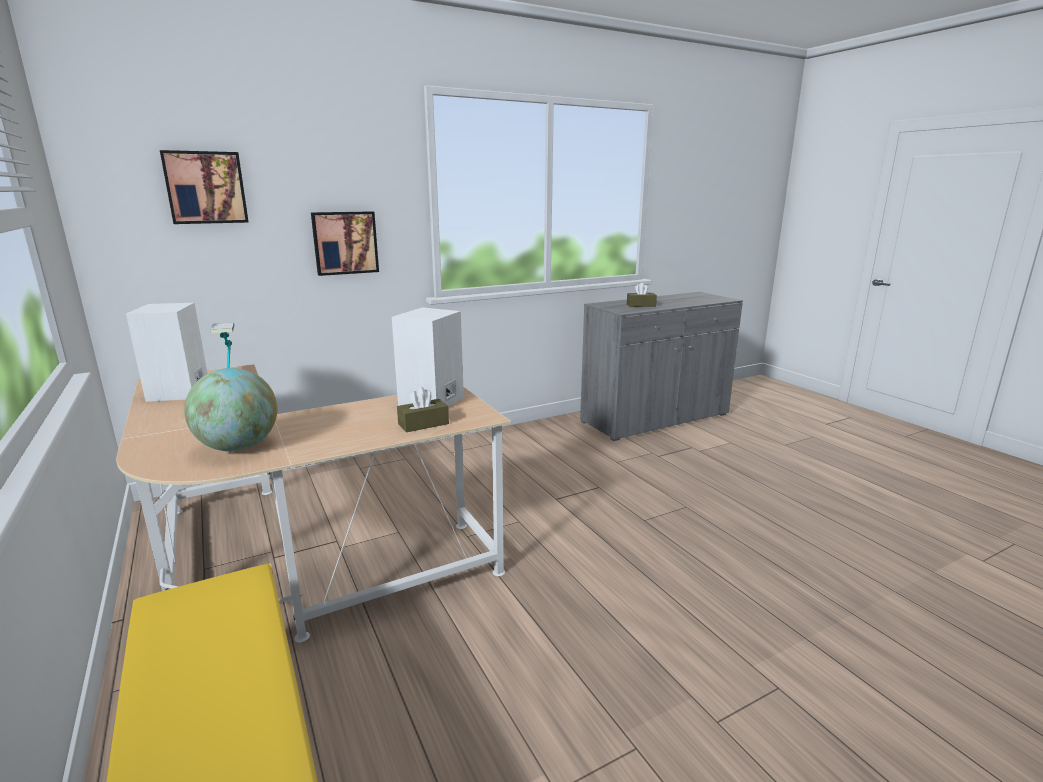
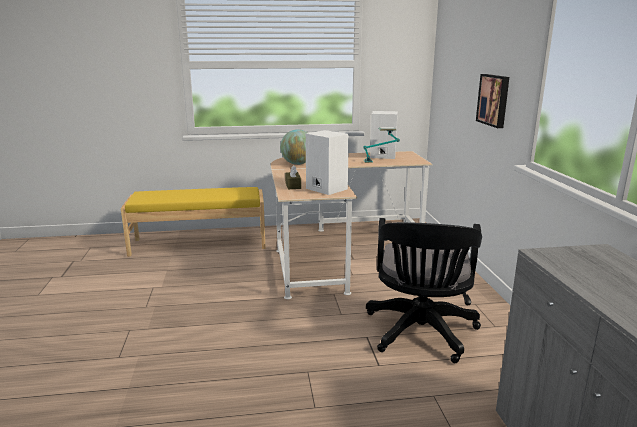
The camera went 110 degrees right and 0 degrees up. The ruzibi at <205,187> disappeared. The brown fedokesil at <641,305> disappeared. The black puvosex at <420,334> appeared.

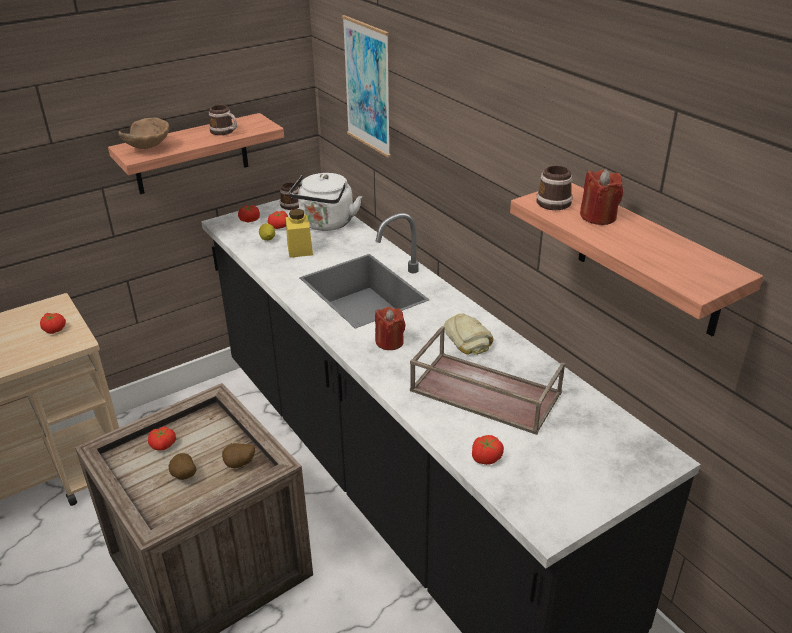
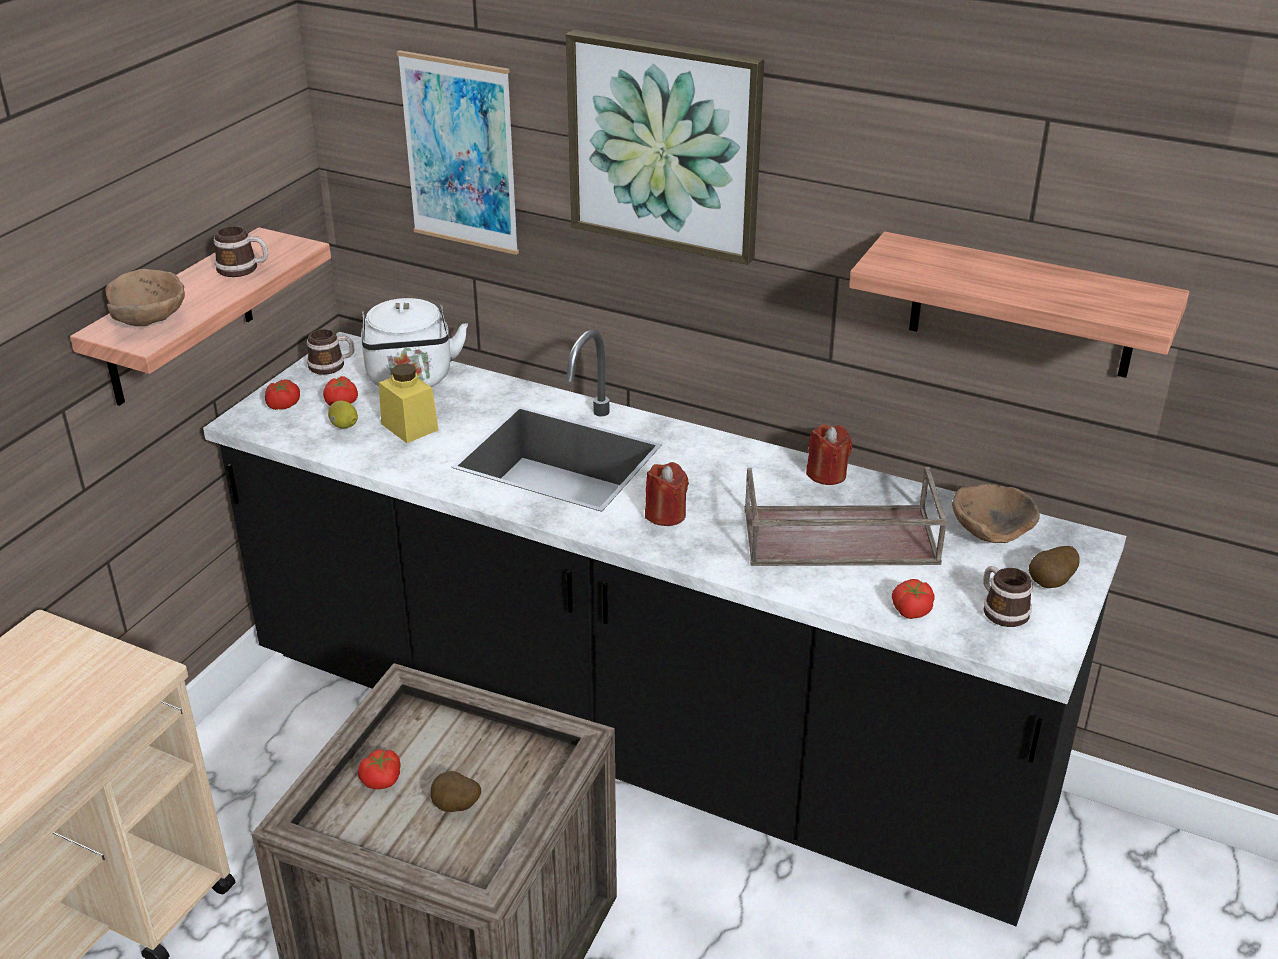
The camera went 30 degrees left and 0 degrees up. The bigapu at <55,329> disappeared. The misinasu moved from <239,465> to <1051,583>. The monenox at <468,339> disappeared. The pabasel moved from <552,200> to <1001,609>. The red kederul moved from <598,217> to <826,474>. The ruzibi at <665,145> appeared. The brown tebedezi at <990,534> appeared.

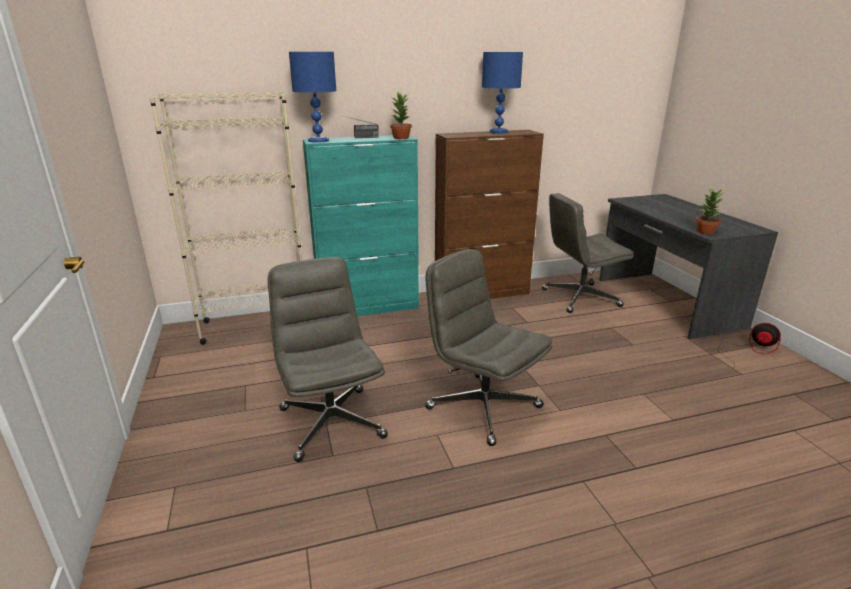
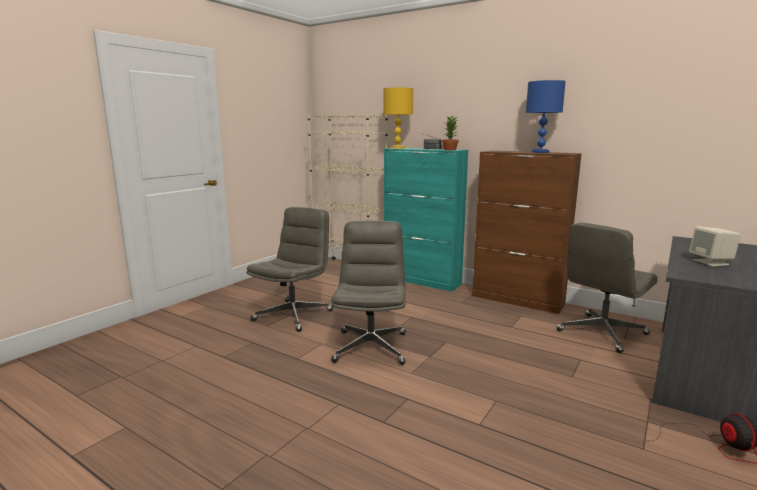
The camera went 50 degrees right and 10 degrees down. The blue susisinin at <319,141> became the yellow susisinin at <397,148>. The grey puvosex at <579,298> turned 75 degrees counterclockwise. The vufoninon at <705,232> disappeared. The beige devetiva at <711,262> appeared.

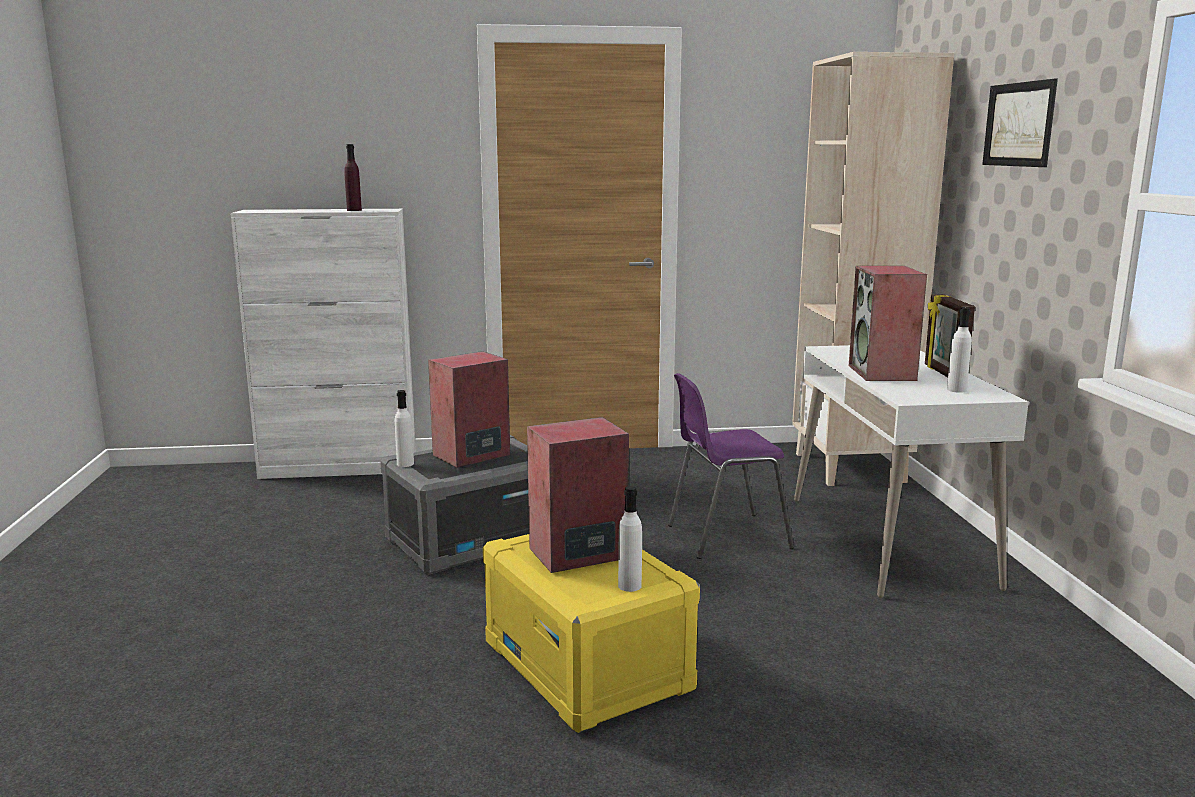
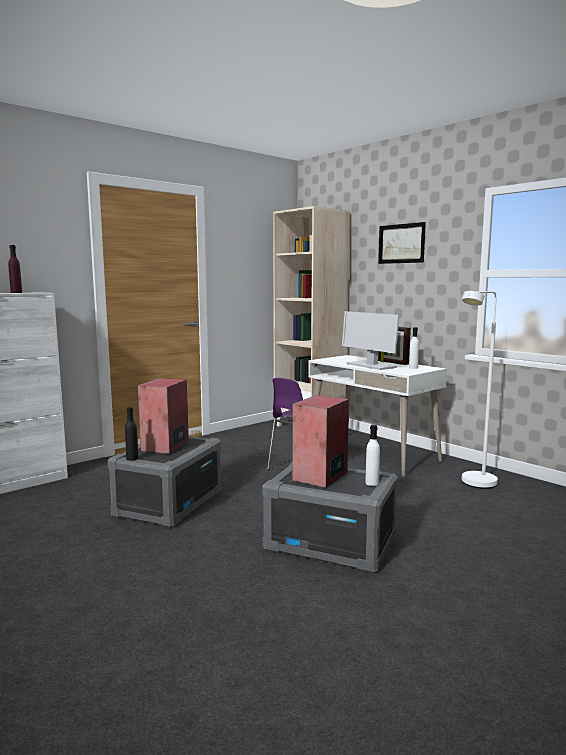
The camera went 35 degrees left and 5 degrees down. The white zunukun at <405,464> became the black zunukun at <132,458>. The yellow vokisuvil at <588,666> became the grey vokisuvil at <331,543>. The devetiva at <883,373> was replaced by the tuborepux at <370,365>. The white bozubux at <474,485> appeared.

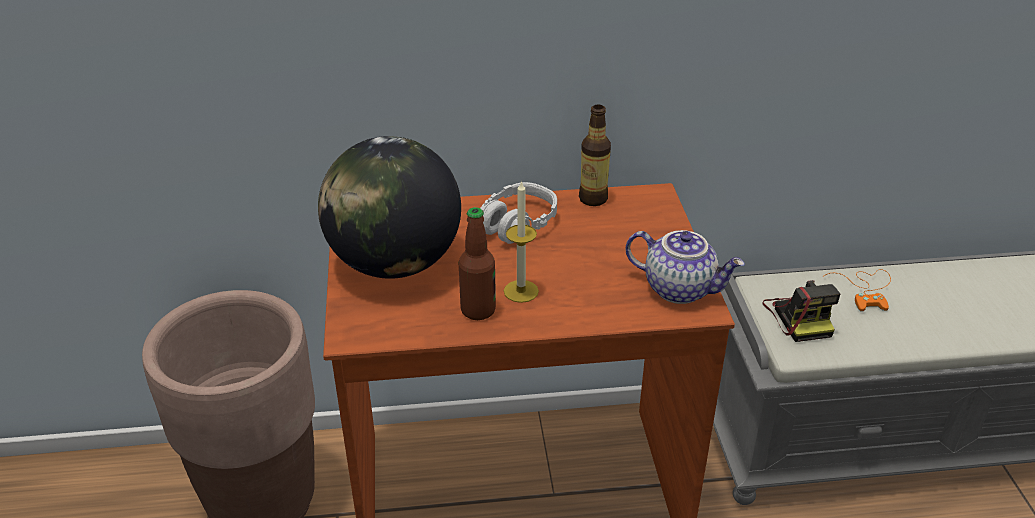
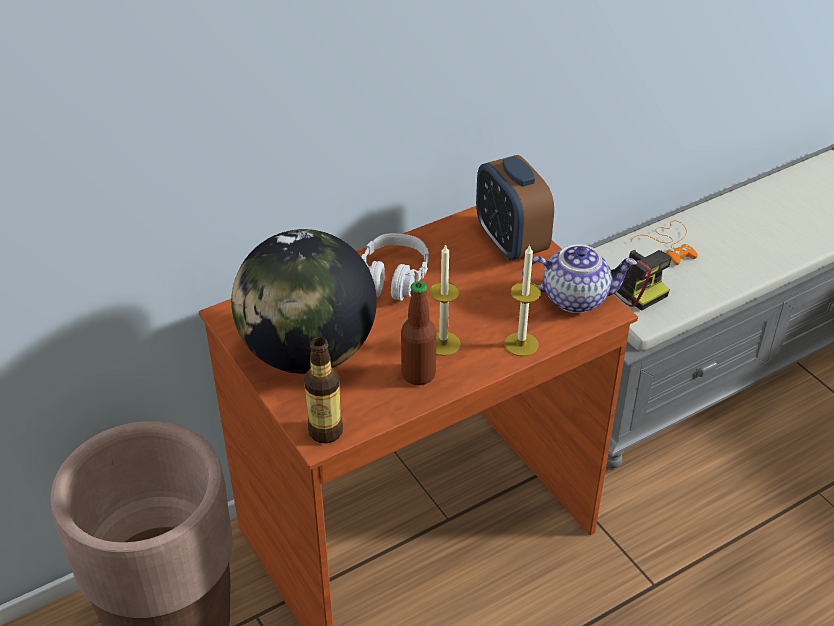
The camera went 25 degrees left and 5 degrees up. The zunukun moved from <593,199> to <325,431>. The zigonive at <511,242> appeared. The kederul at <521,344> appeared.

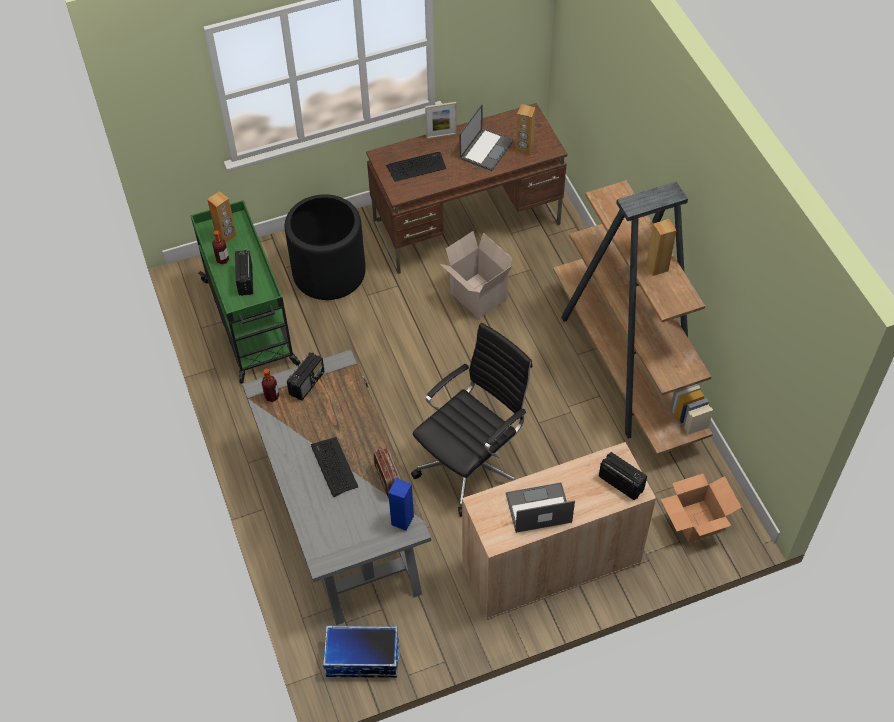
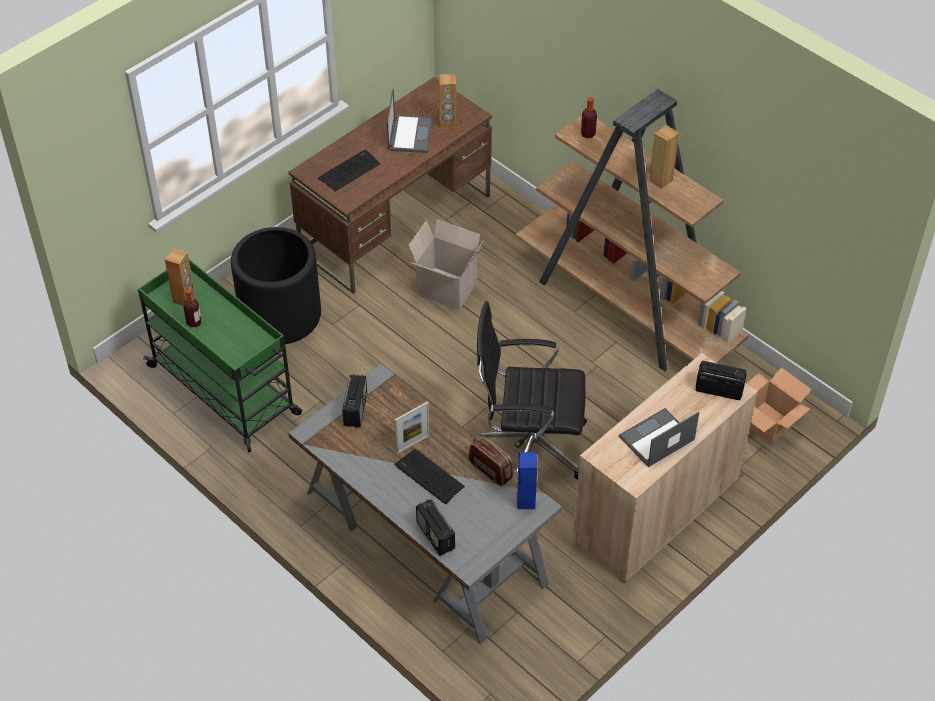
The camera went 25 degrees left and 5 degrees down. The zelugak moved from <245,281> to <435,536>. The zunukun moved from <272,396> to <588,134>. The vokisuvil at <362,659> disappeared. The black puvosex at <471,464> turned 105 degrees counterclockwise. The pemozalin moved from <441,135> to <413,444>.

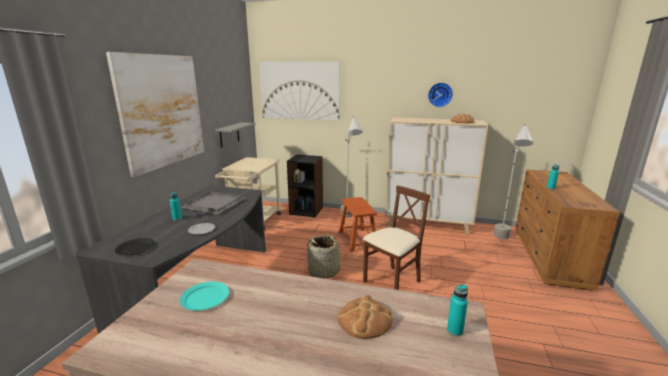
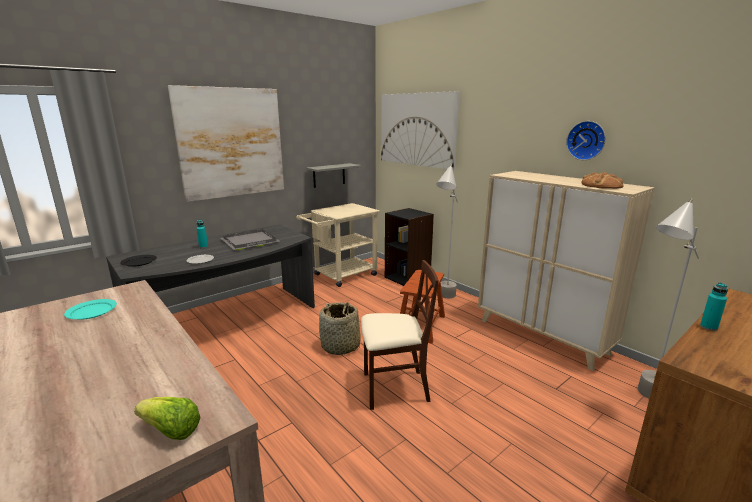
The camera went 35 degrees right and 0 degrees up. The monenox at <364,319> disappeared. The turquoise zunukun at <454,330> was replaced by the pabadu at <170,431>.

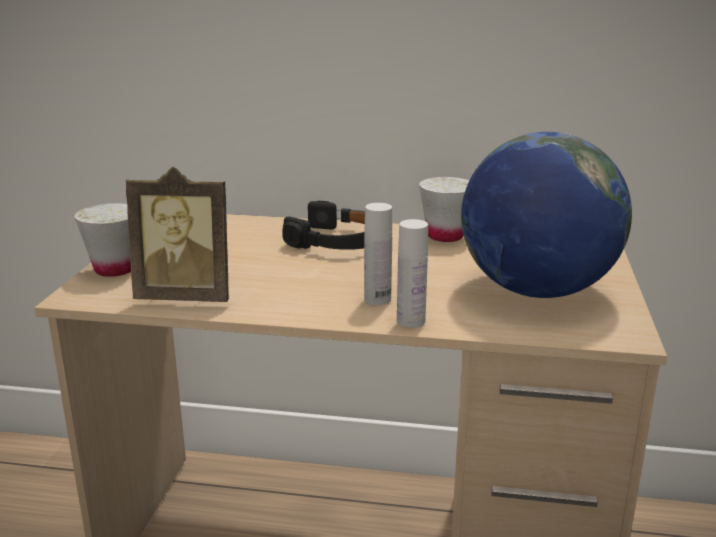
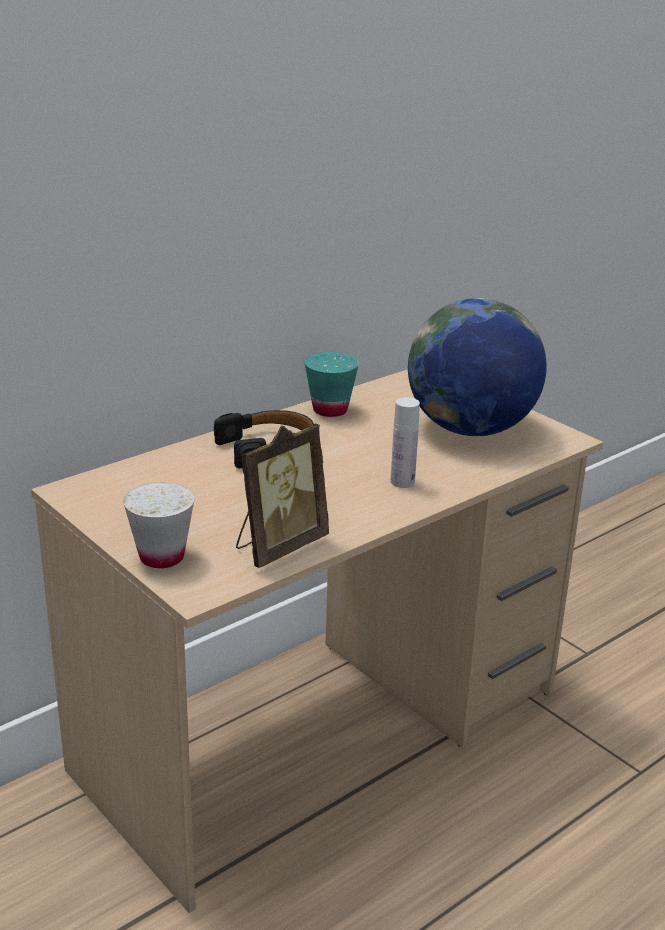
The camera went 50 degrees left and 5 degrees up. The white zunukun at <410,321> disappeared. The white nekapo at <445,236> became the turquoise nekapo at <330,410>.

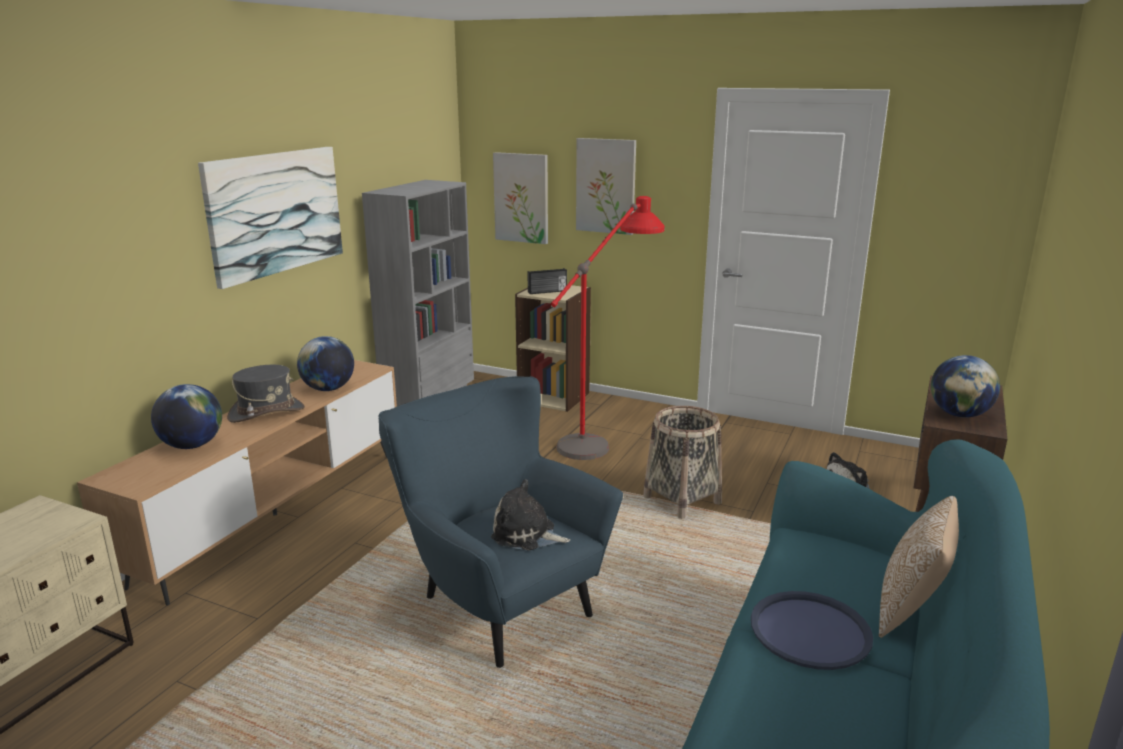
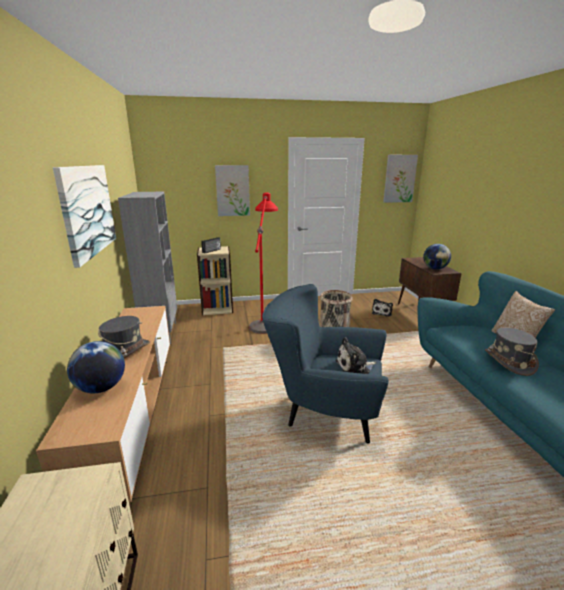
The camera went 35 degrees left and 0 degrees up. The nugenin at <328,389> disappeared. The ruzibi moved from <521,198> to <399,178>. The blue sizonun at <810,631> was replaced by the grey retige at <509,362>.

